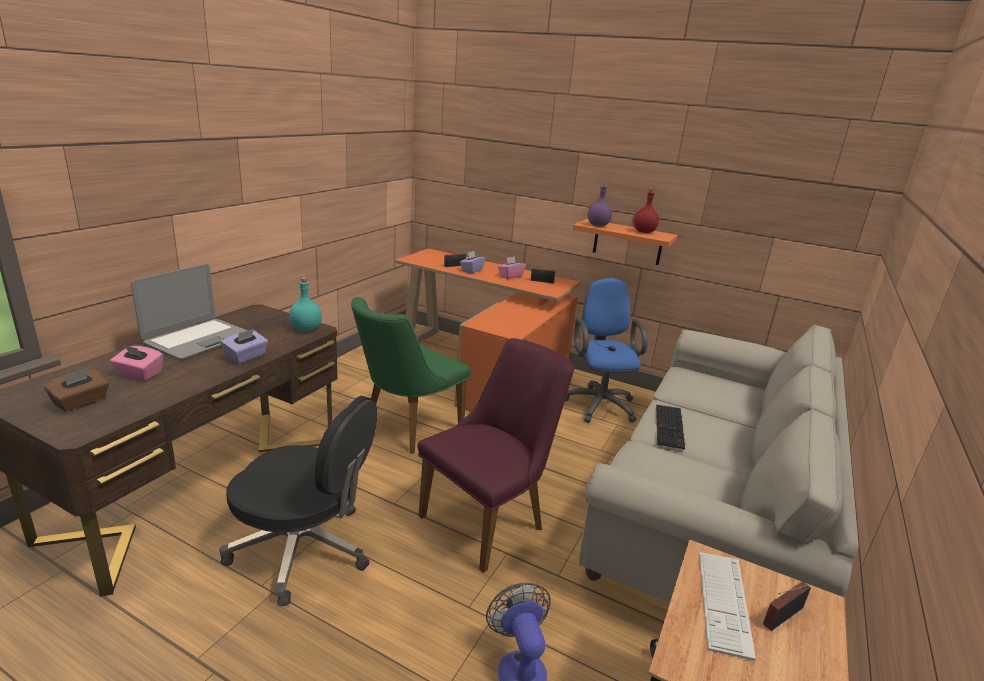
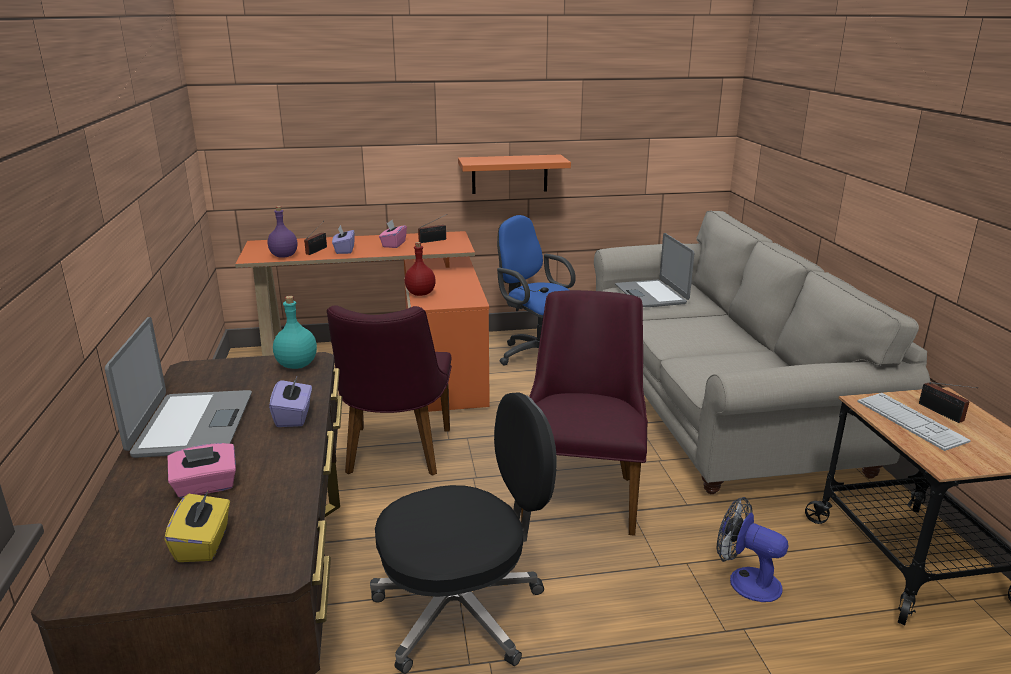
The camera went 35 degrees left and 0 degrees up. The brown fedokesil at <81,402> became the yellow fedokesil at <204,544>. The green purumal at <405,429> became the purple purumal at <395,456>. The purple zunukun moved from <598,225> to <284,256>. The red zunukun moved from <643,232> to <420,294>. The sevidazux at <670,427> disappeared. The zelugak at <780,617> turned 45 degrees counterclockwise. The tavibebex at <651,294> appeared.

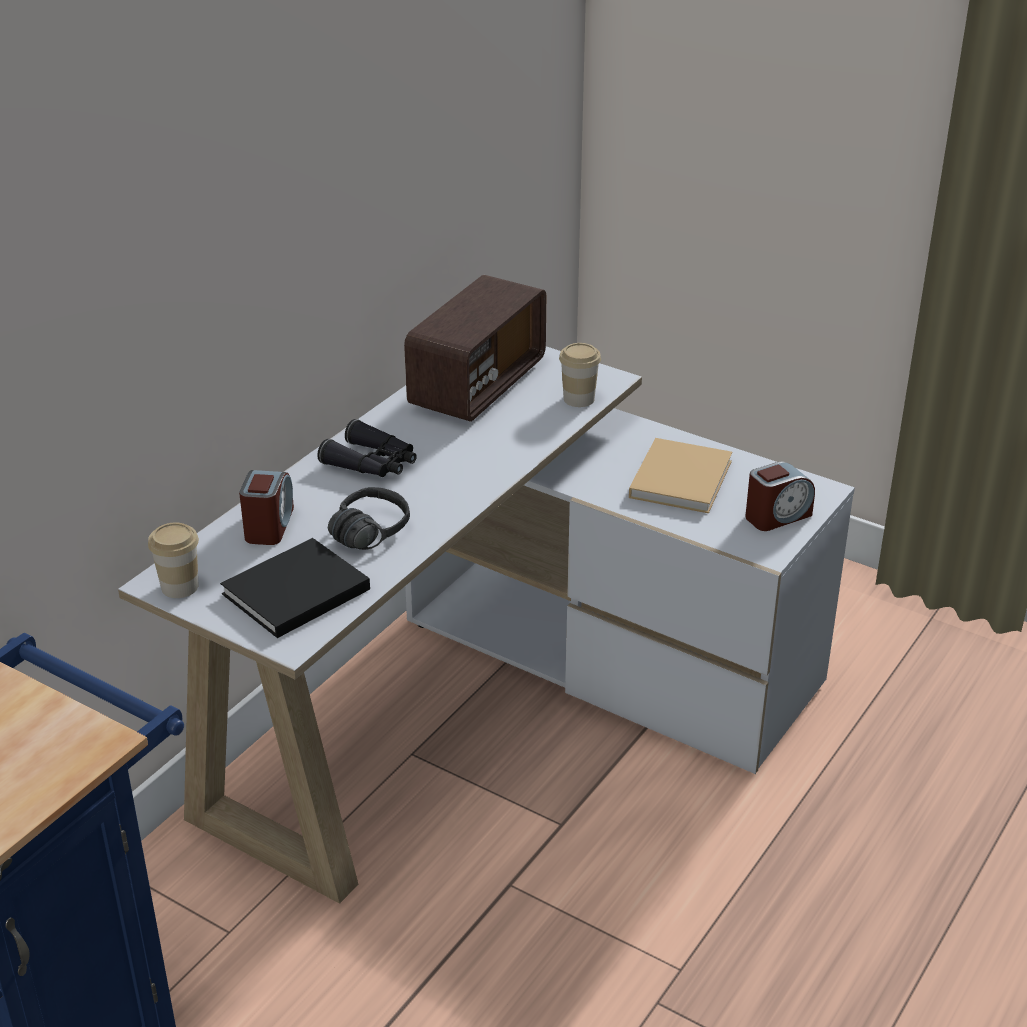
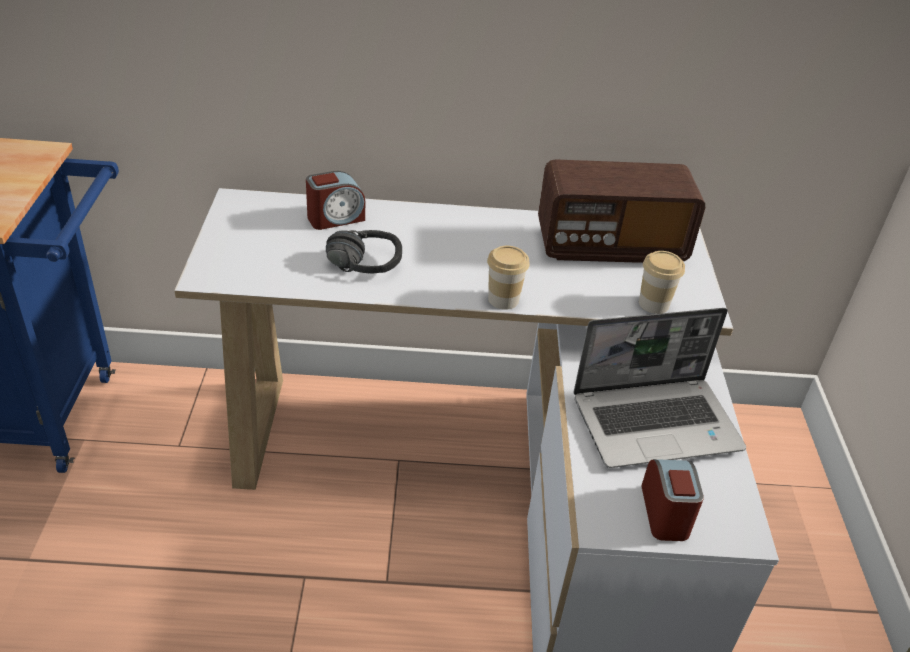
The camera went 55 degrees right and 5 degrees up. The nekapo moved from <180,587> to <503,299>. The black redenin at <292,593> disappeared. The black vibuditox at <373,463> disappeared. The beige redenin at <681,477> was replaced by the tavibebex at <657,422>. The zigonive at <777,516> turned 120 degrees counterclockwise.

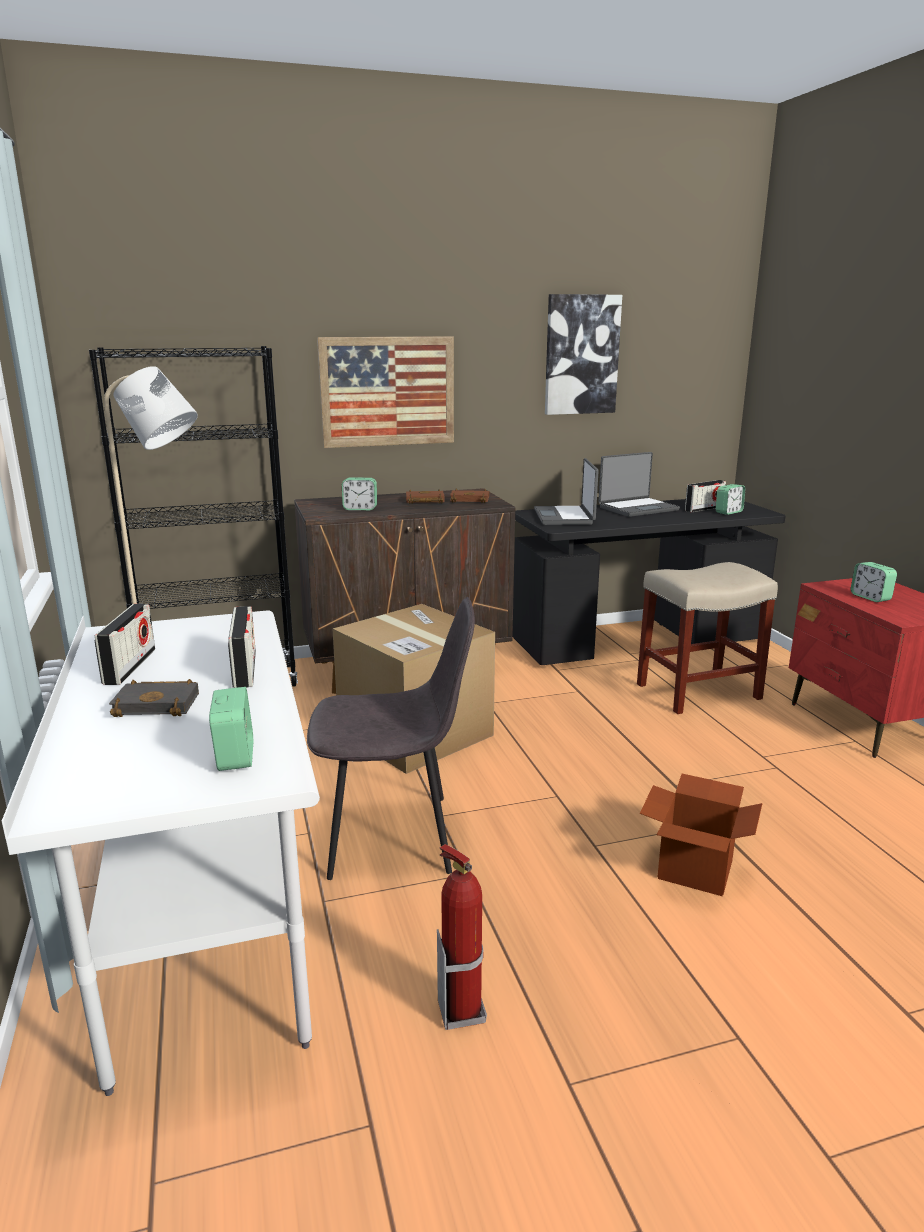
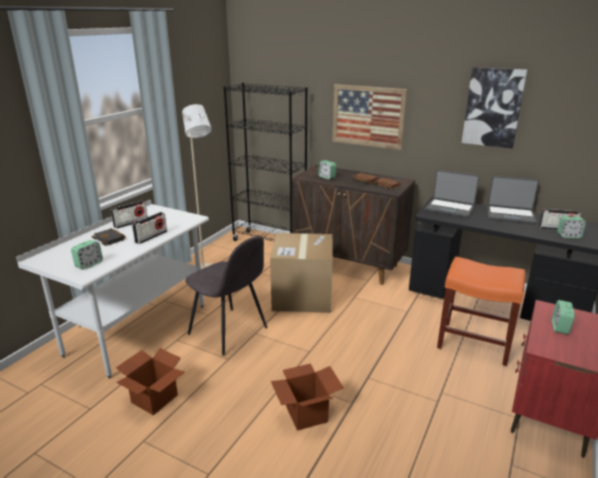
The camera went 45 degrees right and 5 degrees up. The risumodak at <461,1010> was replaced by the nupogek at <154,398>. The tavibebex at <565,517> turned 105 degrees counterclockwise. The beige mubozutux at <697,692> became the orange mubozutux at <472,343>.

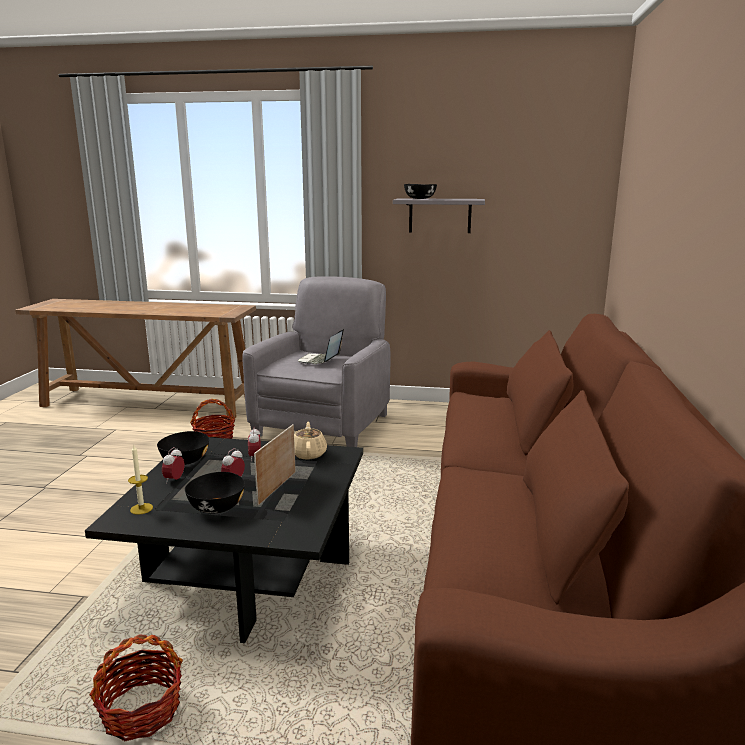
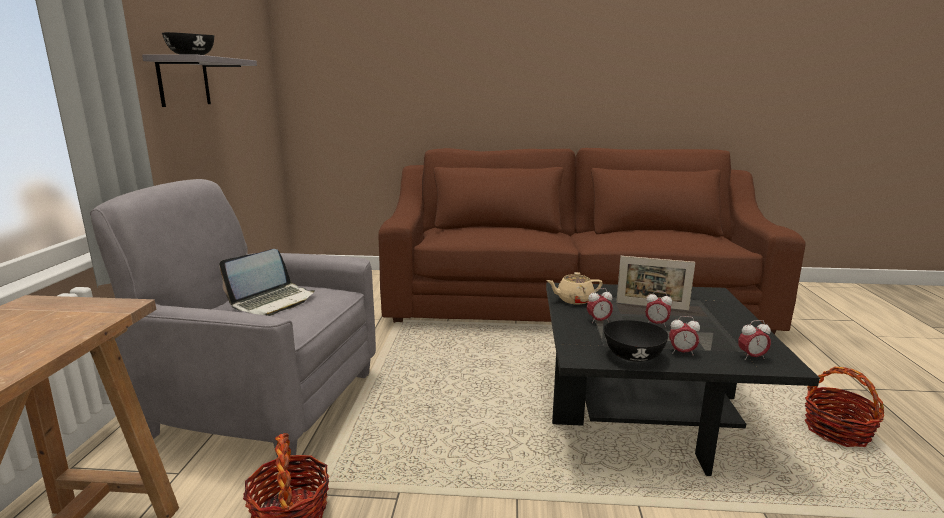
The camera went 95 degrees left and 0 degrees up. The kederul at <141,509> was replaced by the zigonive at <751,357>. The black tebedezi at <216,507> disappeared. The tavibebex at <320,360> turned 60 degrees counterclockwise.

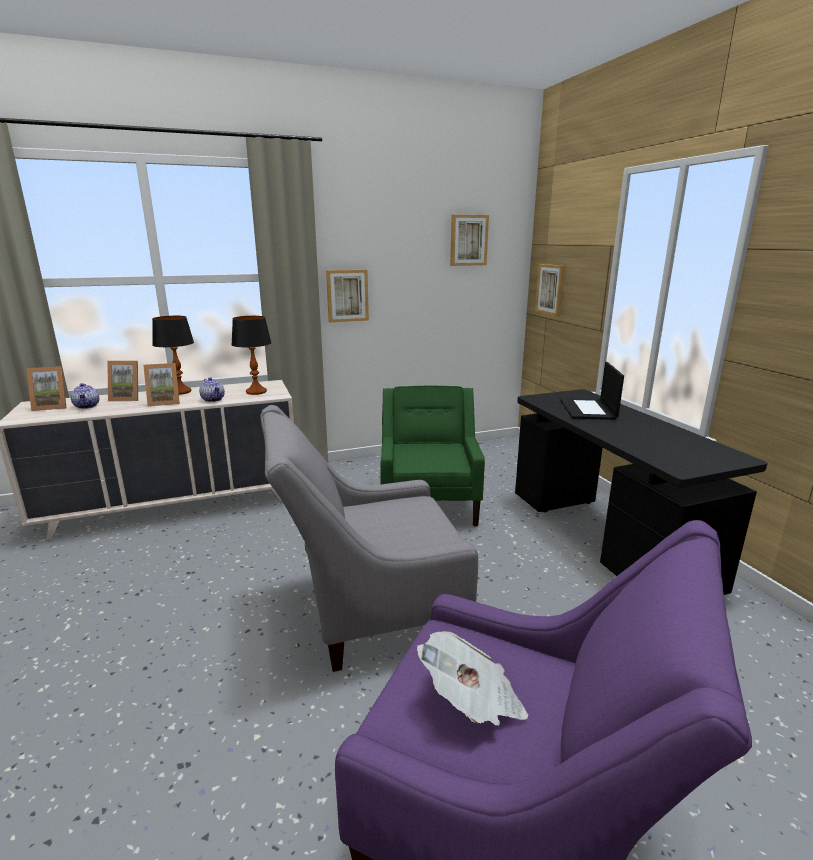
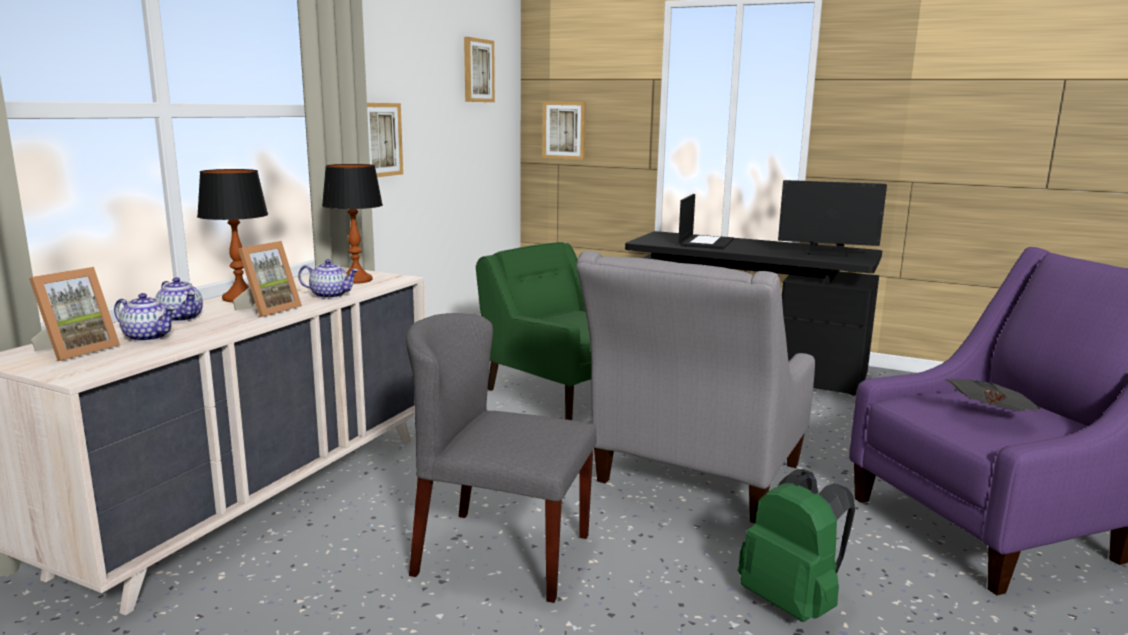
The camera went 45 degrees left and 5 degrees down. The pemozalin at <128,398> was replaced by the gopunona at <182,318>. The tavibebex at <588,410> turned 120 degrees counterclockwise. The grey purumal at <501,554> appeared. The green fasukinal at <792,603> appeared. The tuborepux at <826,253> appeared.

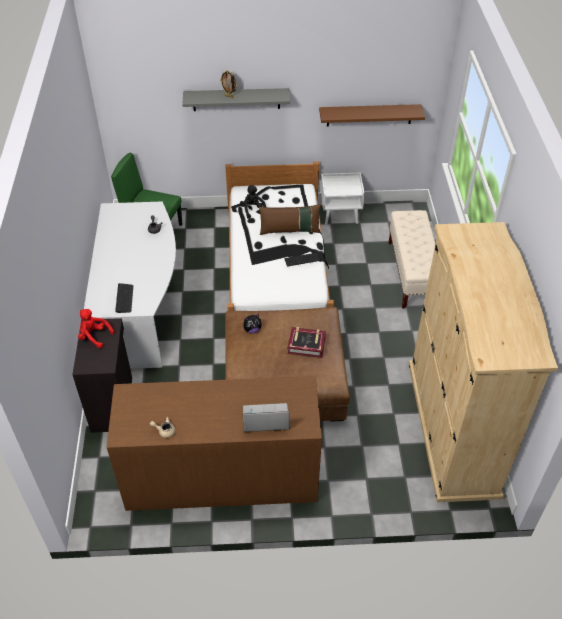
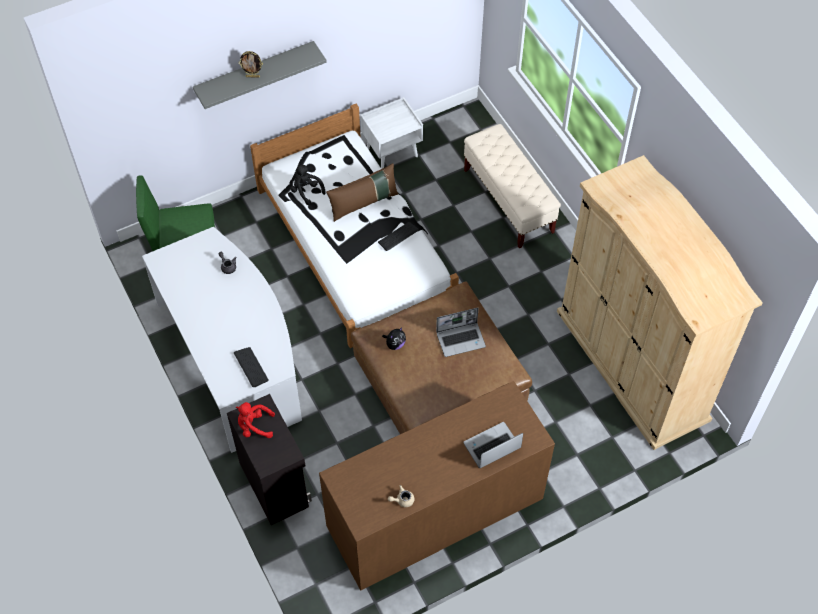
The camera went 25 degrees left and 10 degrees up. The redenin at <306,345> was replaced by the tavibebex at <461,339>. The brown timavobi at <369,115> disappeared.

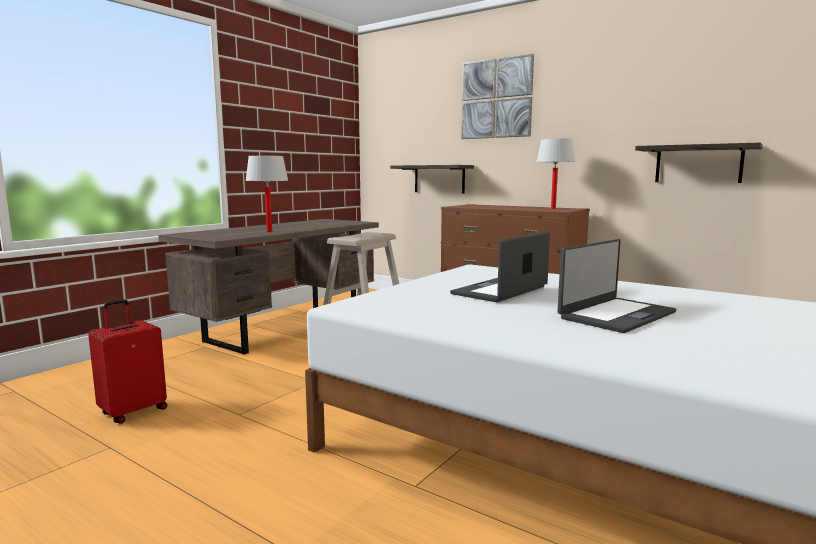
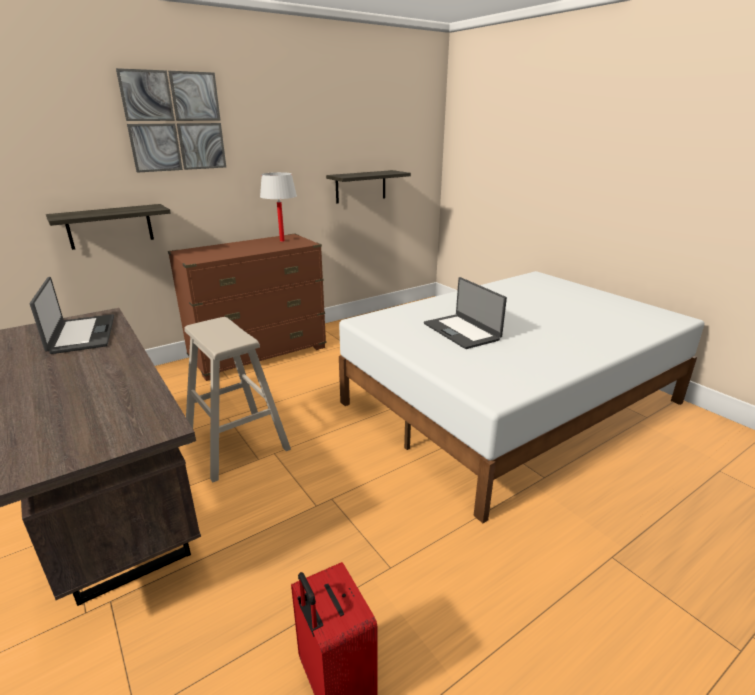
The camera went 70 degrees left and 15 degrees up. The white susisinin at <269,232> disappeared. The tavibebex moved from <615,315> to <81,334>.

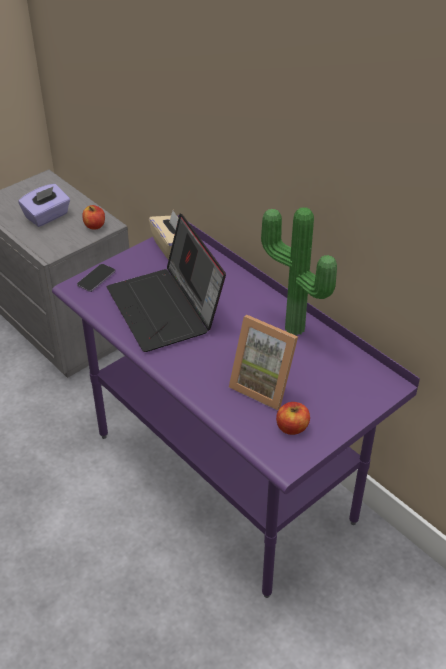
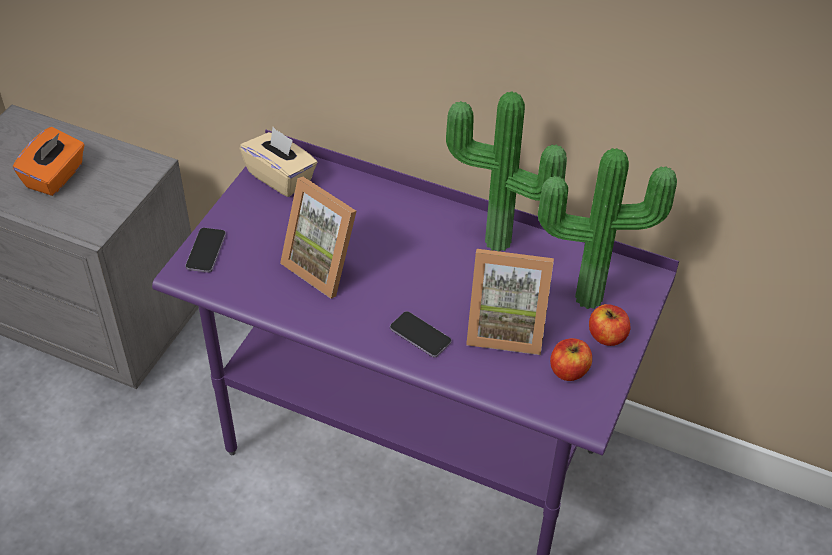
The camera went 25 degrees left and 5 degrees up. The purple fedokesil at <47,216> became the orange fedokesil at <55,177>. The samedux moved from <94,226> to <607,336>. The tavibebex at <166,309> was replaced by the pemozalin at <326,265>. The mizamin at <420,335> appeared. The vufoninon at <588,294> appeared.

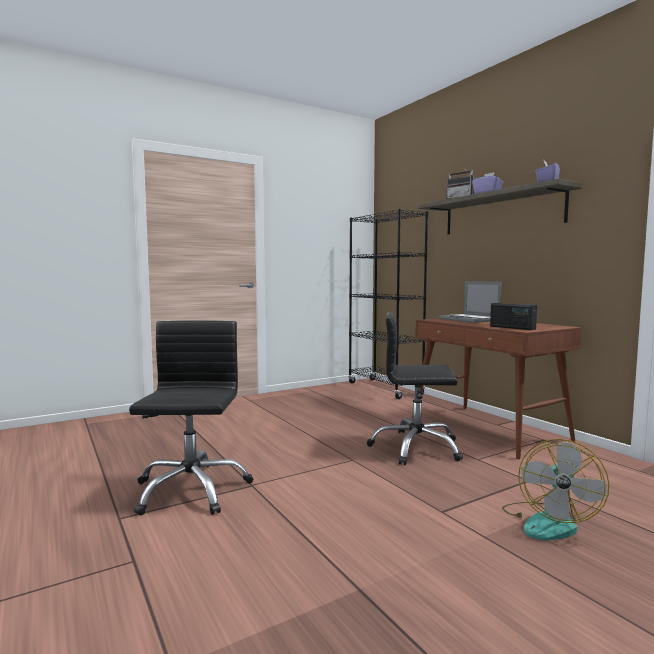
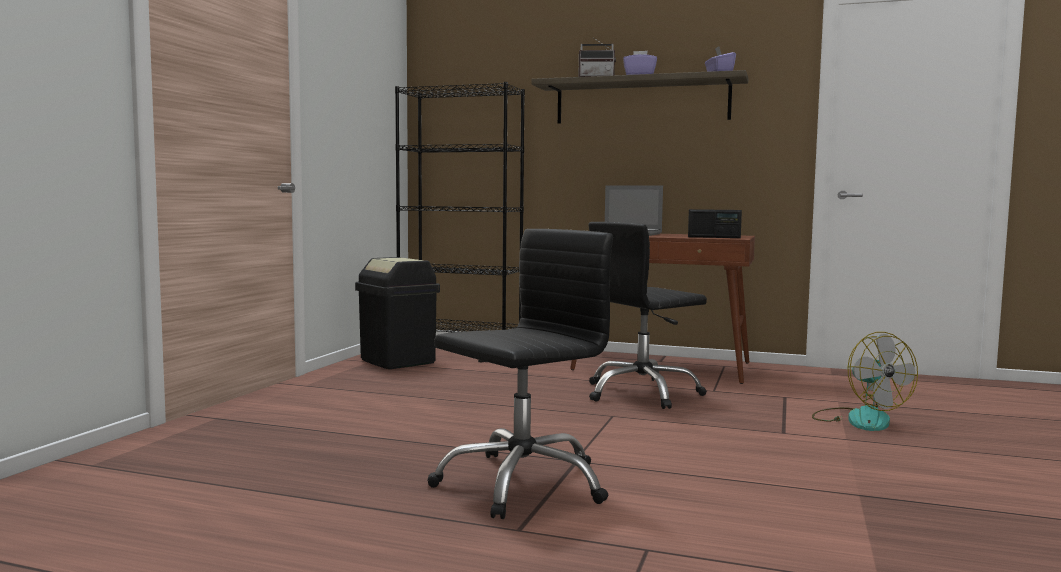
The camera went 40 degrees left and 0 degrees up. The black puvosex at <191,490> turned 90 degrees clockwise. The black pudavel at <398,361> appeared.

